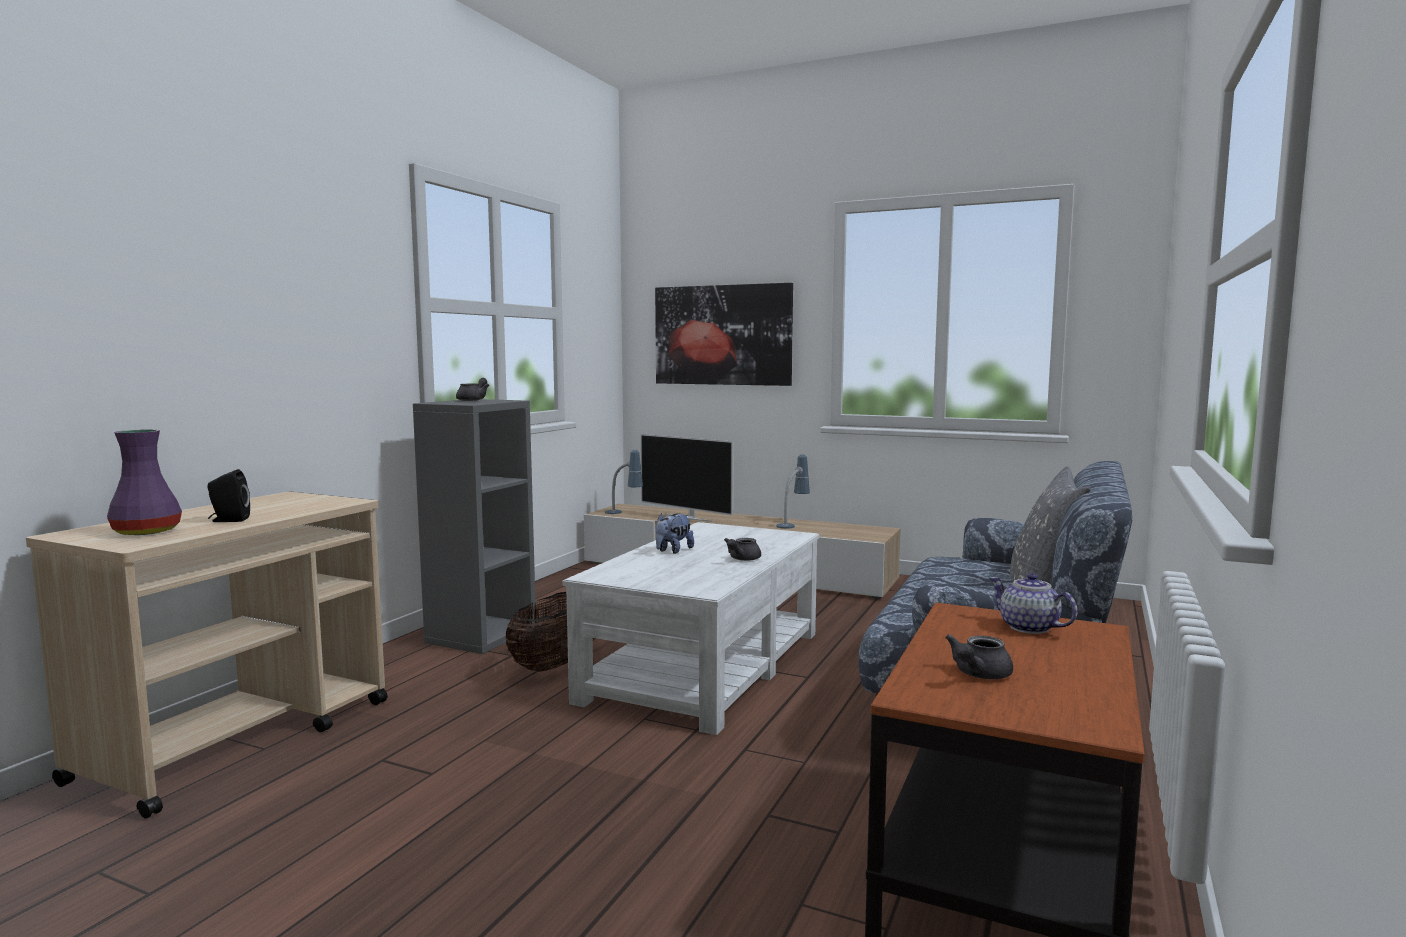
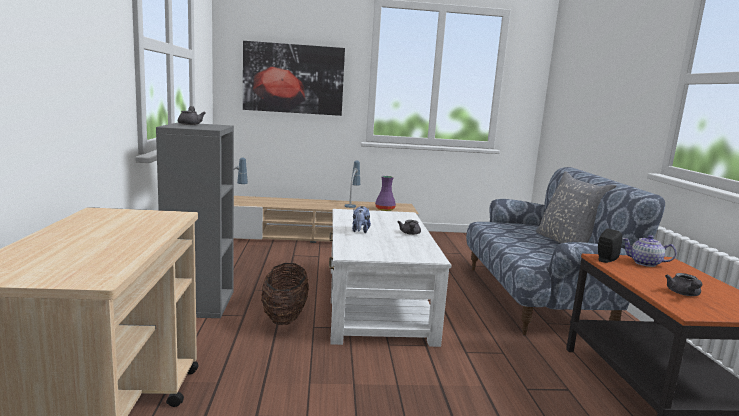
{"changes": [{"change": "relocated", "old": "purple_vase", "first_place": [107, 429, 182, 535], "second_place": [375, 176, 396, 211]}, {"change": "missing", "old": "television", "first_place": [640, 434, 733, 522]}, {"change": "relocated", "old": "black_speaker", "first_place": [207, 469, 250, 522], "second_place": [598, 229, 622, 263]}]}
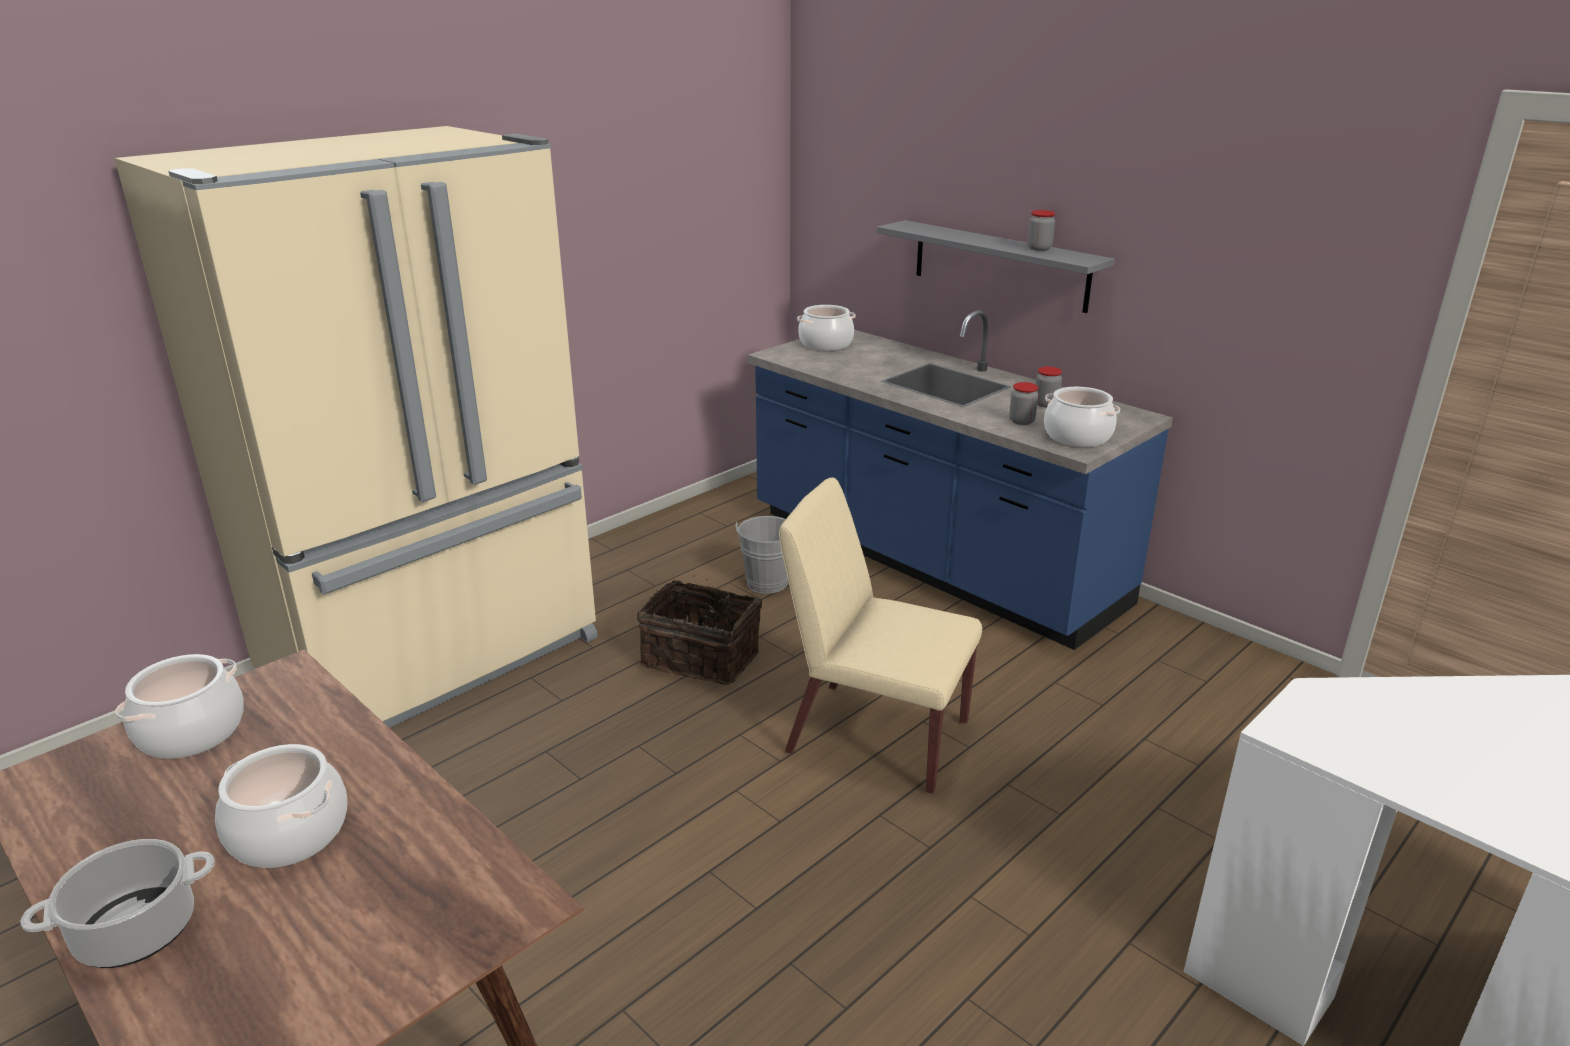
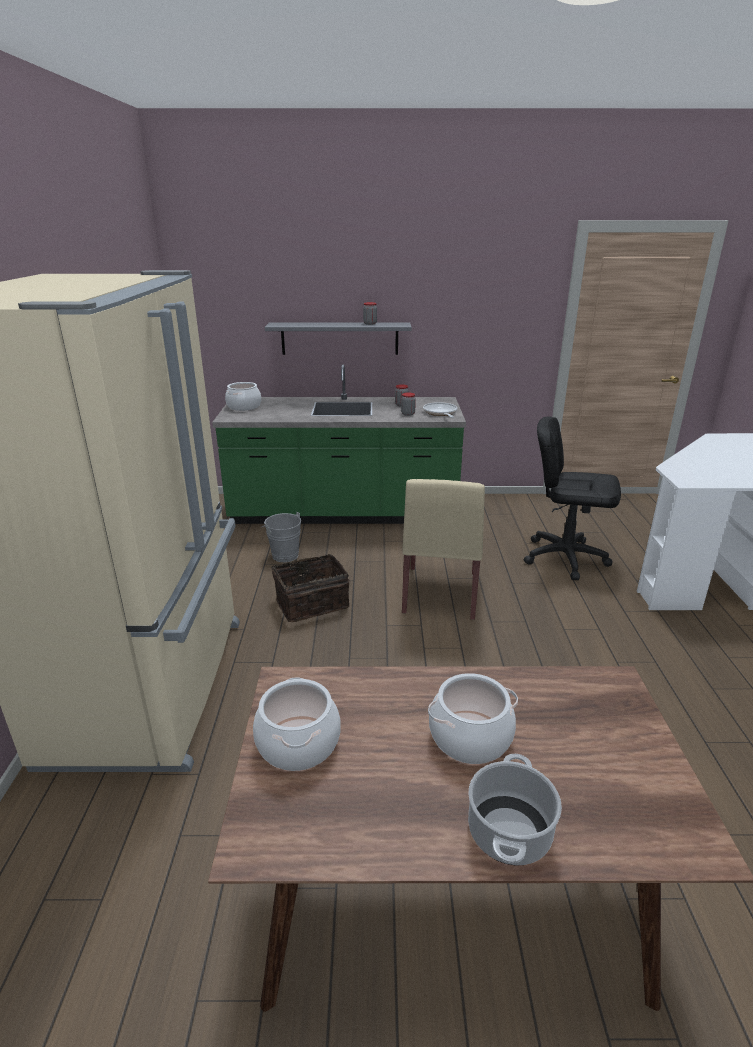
{"changes": [{"change": "colour", "old": "blue_counter", "new": "green_counter", "first_place": [748, 310, 1173, 650], "second_place": [212, 365, 466, 524]}, {"change": "exchanged", "old": "cooking_pot", "new": "frying_pan", "first_place": [1044, 387, 1120, 447], "second_place": [423, 402, 457, 418]}, {"change": "spun", "old": "beige_chair", "first_place": [779, 477, 982, 794], "second_place": [402, 479, 485, 620], "degrees": -60}, {"change": "appeared", "new": "black_office_chair", "second_place": [524, 416, 621, 580]}]}
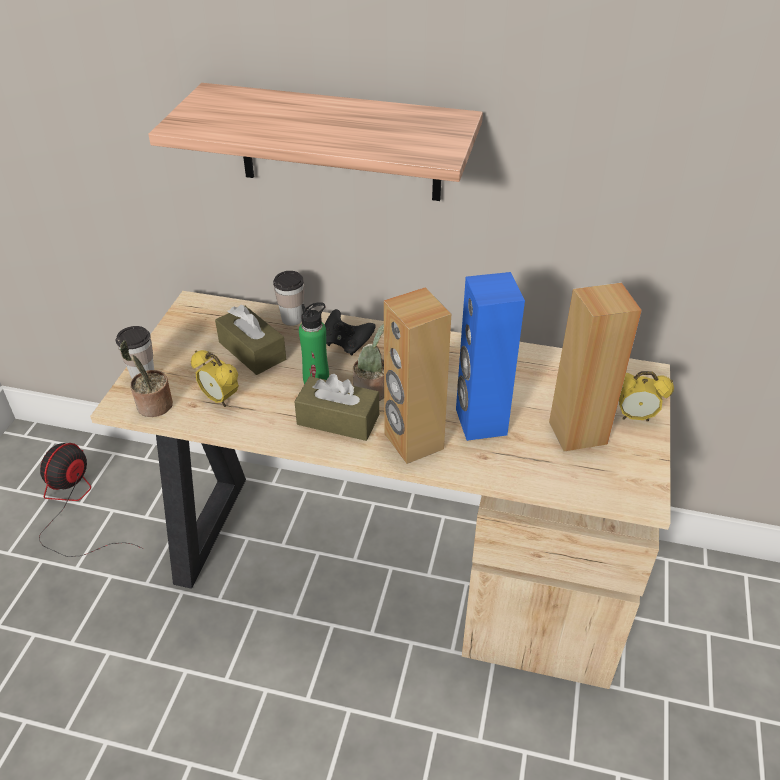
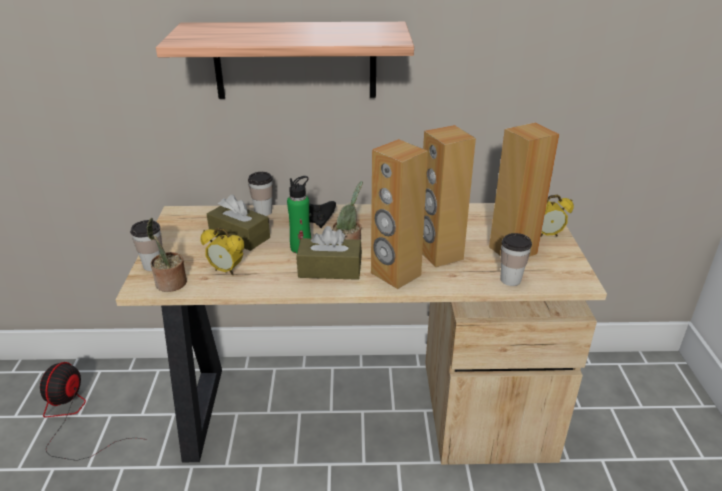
{"changes": [{"change": "colour", "old": "blue_speaker", "new": "brown_speaker", "first_place": [456, 272, 525, 441], "second_place": [422, 125, 476, 267]}, {"change": "appeared", "new": "cup", "second_place": [500, 233, 532, 286]}]}
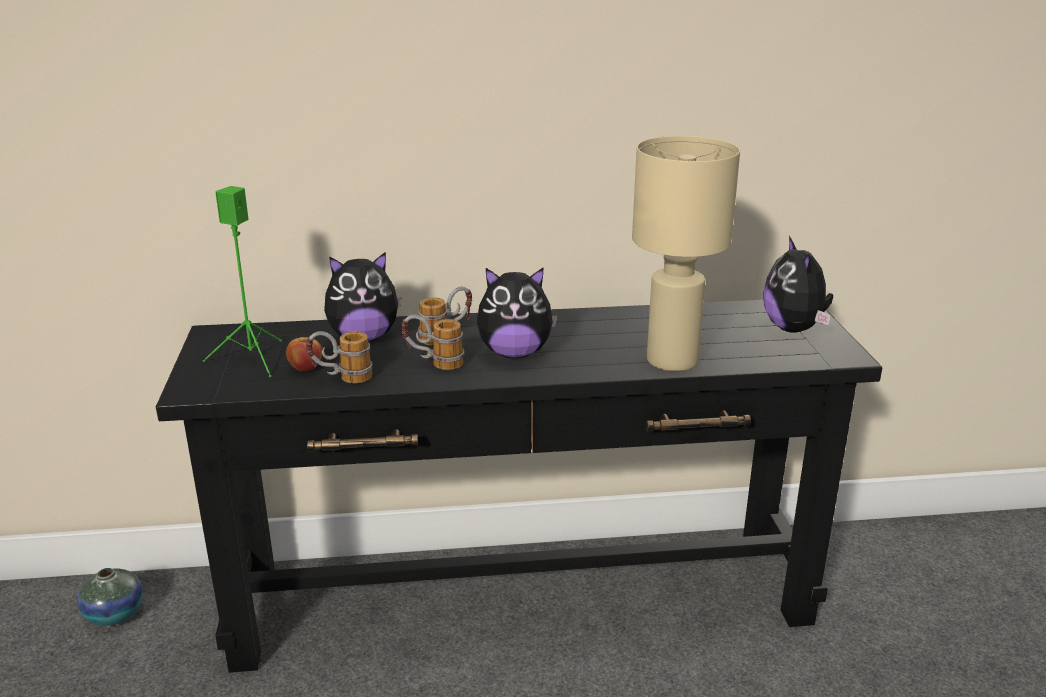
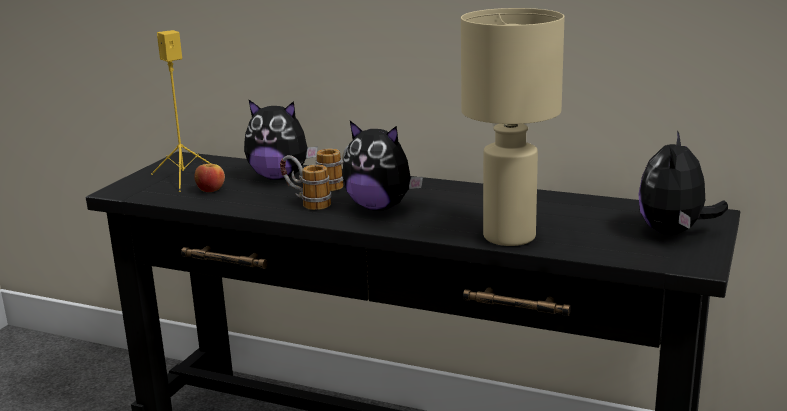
{"changes": [{"change": "colour", "old": "green_speaker", "new": "yellow_speaker", "first_place": [203, 186, 282, 377], "second_place": [151, 30, 211, 192]}, {"change": "missing", "old": "mug", "first_place": [306, 331, 373, 384]}, {"change": "missing", "old": "vase", "first_place": [77, 568, 143, 626]}]}
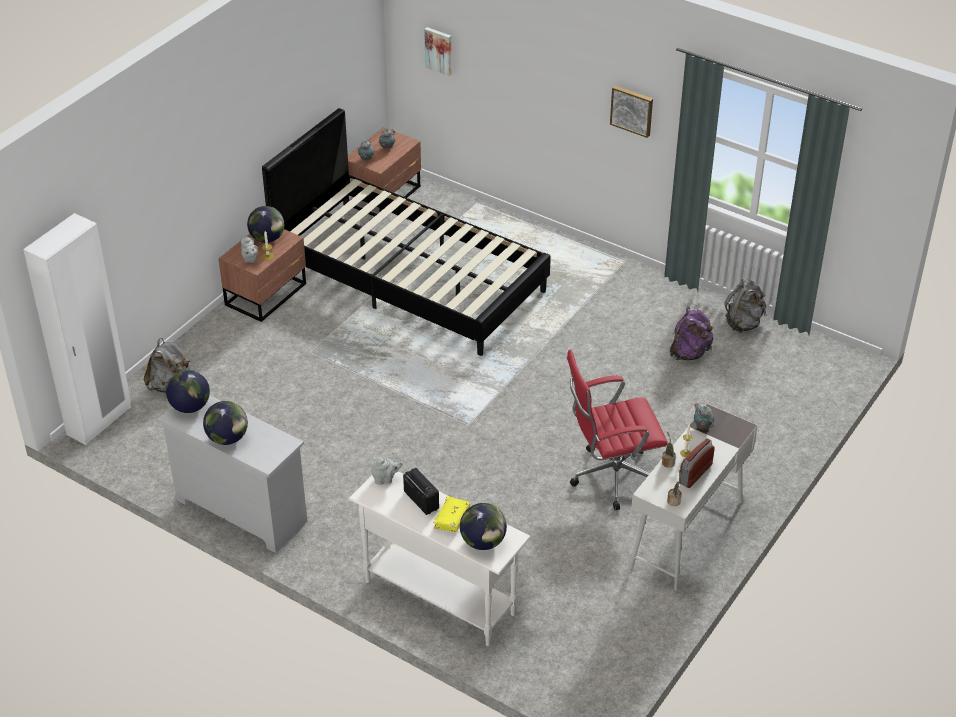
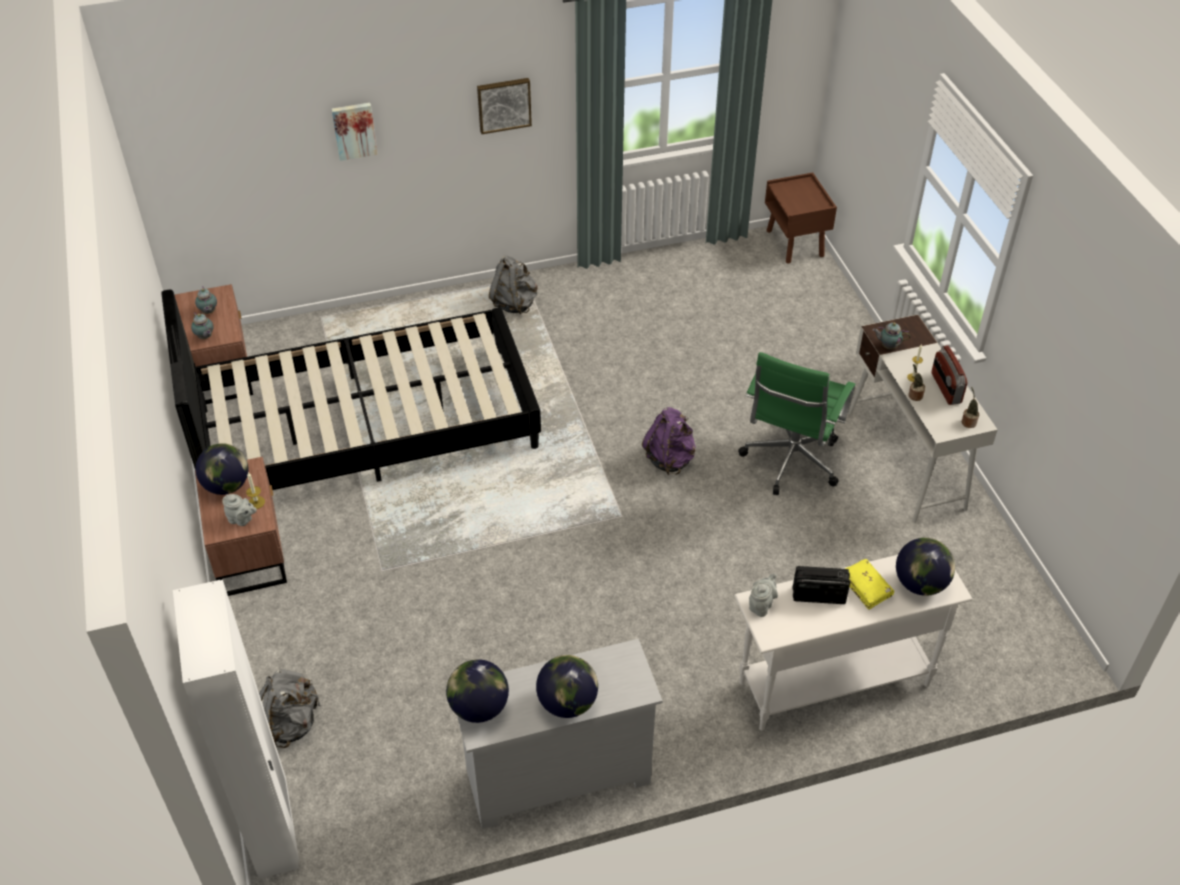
{"changes": [{"change": "relocated", "old": "picture", "first_place": [424, 27, 452, 76], "second_place": [332, 103, 377, 161]}, {"change": "relocated", "old": "grey_backpack", "first_place": [724, 279, 766, 333], "second_place": [489, 255, 537, 314]}, {"change": "relocated", "old": "purple_backpack", "first_place": [670, 307, 714, 360], "second_place": [642, 407, 696, 475]}, {"change": "colour", "old": "red_office_chair", "new": "green_office_chair", "first_place": [567, 350, 668, 510], "second_place": [738, 352, 856, 495]}, {"change": "appeared", "new": "brown_nightstand", "second_place": [765, 172, 837, 264]}]}
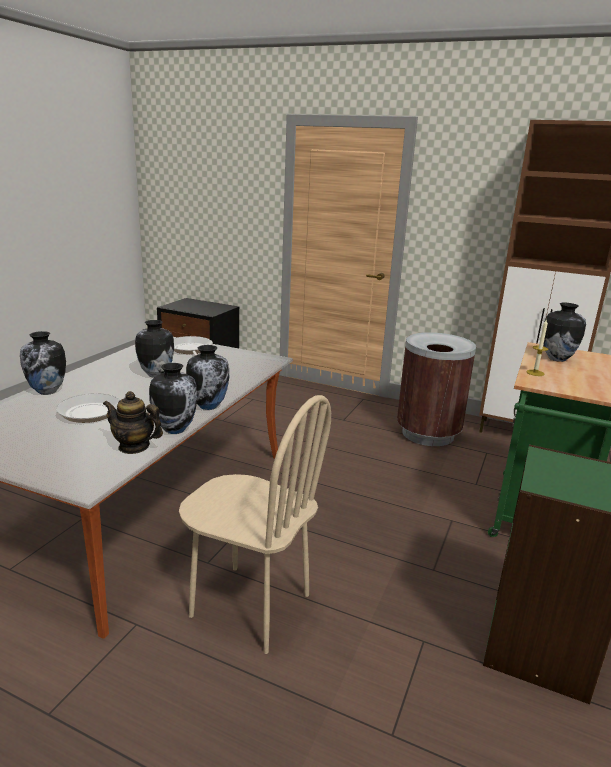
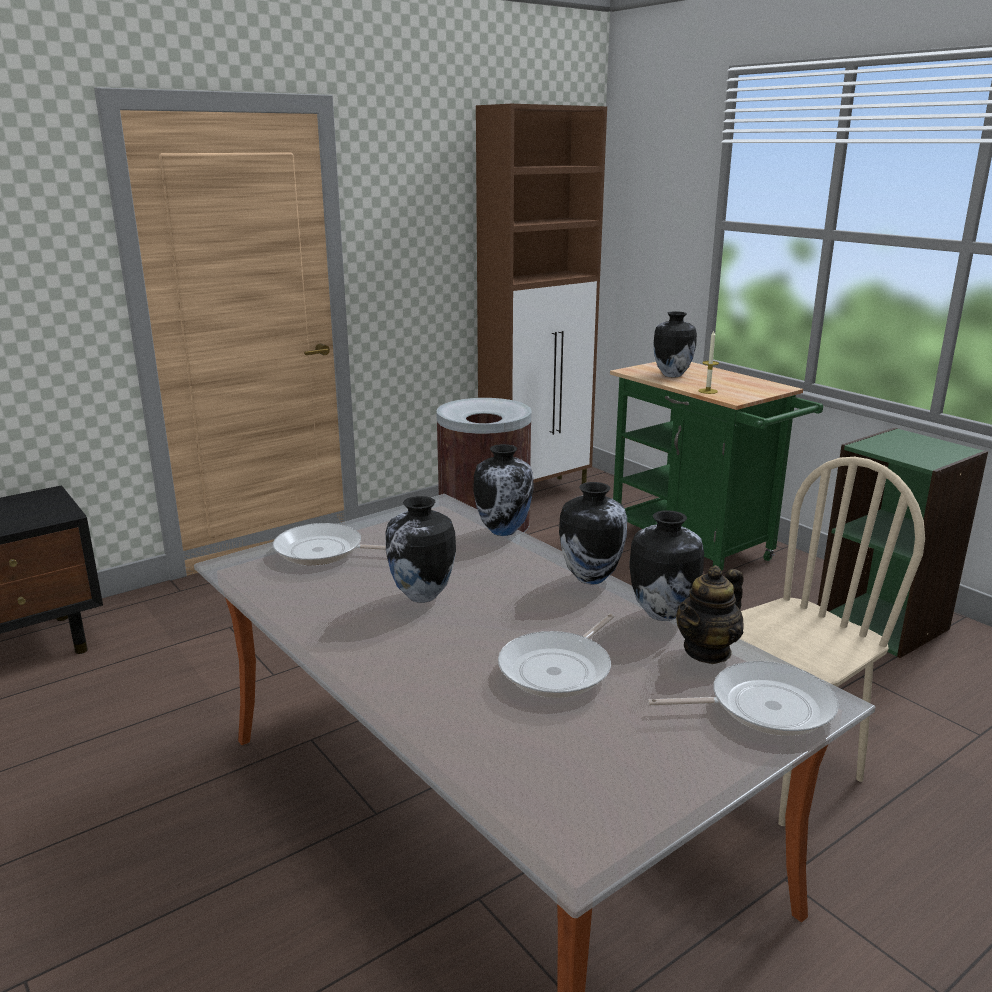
{"changes": [{"change": "relocated", "old": "vase", "first_place": [20, 331, 66, 395], "second_place": [473, 444, 533, 536]}, {"change": "appeared", "new": "frying_pan", "second_place": [648, 661, 839, 736]}]}
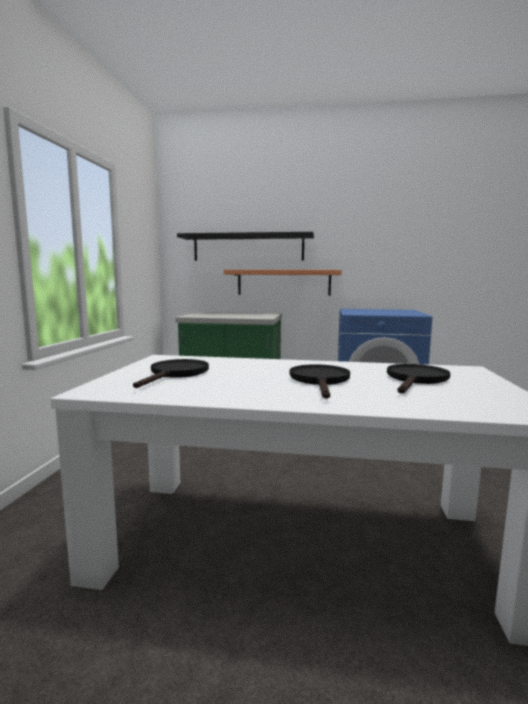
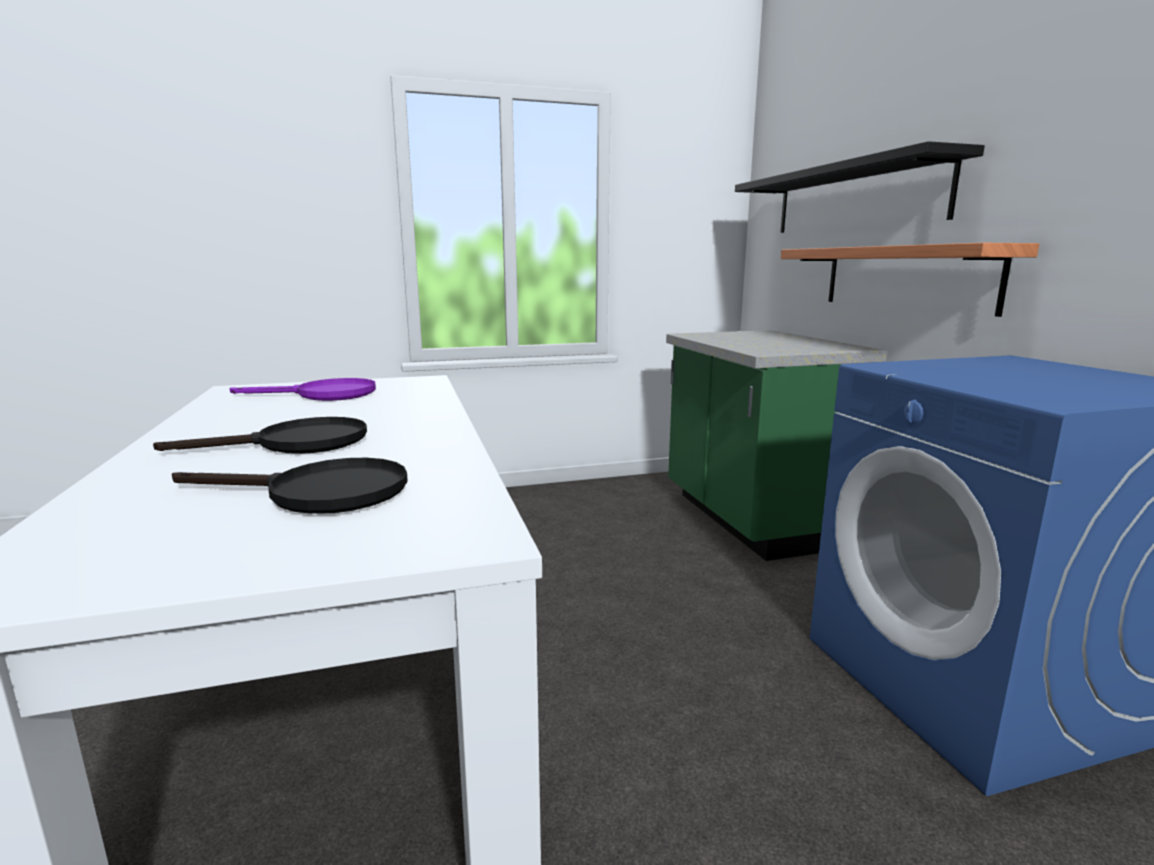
{"changes": [{"change": "colour", "old": "black_frying_pan", "new": "purple_frying_pan", "first_place": [133, 359, 209, 388], "second_place": [229, 378, 376, 401]}]}
